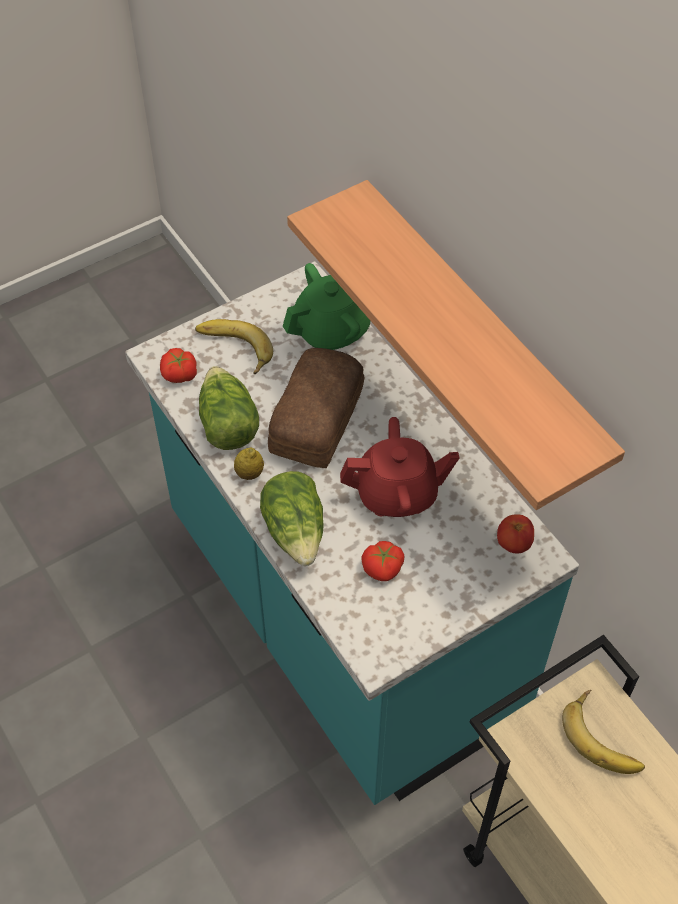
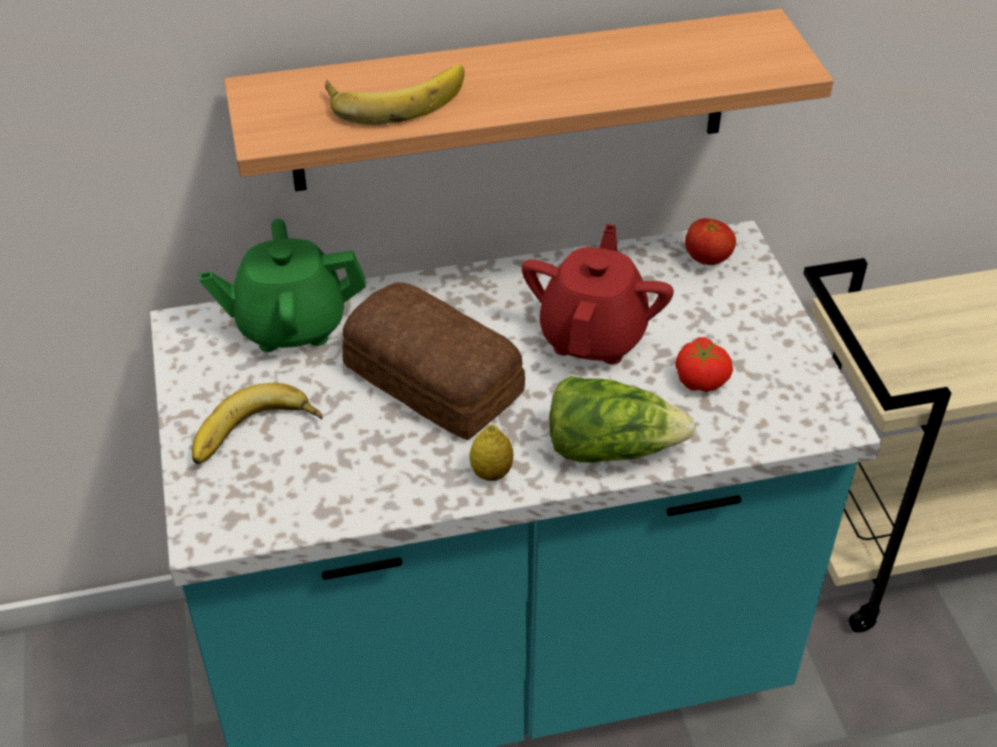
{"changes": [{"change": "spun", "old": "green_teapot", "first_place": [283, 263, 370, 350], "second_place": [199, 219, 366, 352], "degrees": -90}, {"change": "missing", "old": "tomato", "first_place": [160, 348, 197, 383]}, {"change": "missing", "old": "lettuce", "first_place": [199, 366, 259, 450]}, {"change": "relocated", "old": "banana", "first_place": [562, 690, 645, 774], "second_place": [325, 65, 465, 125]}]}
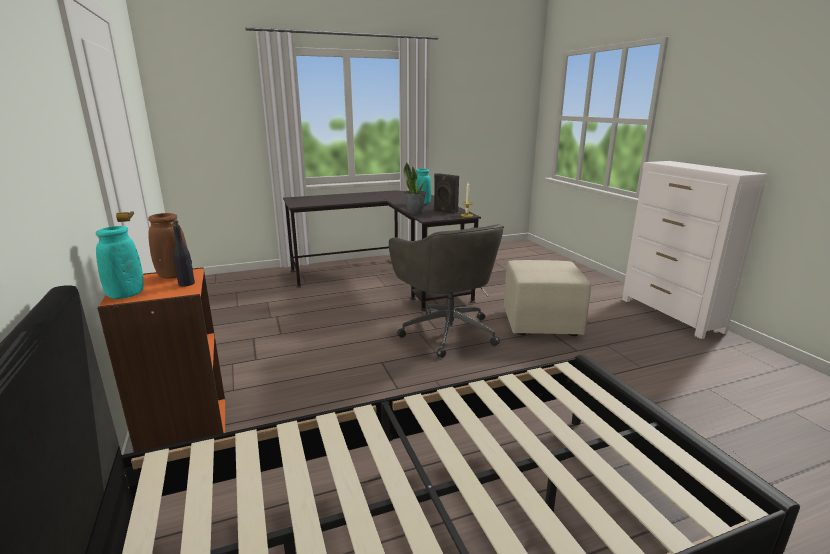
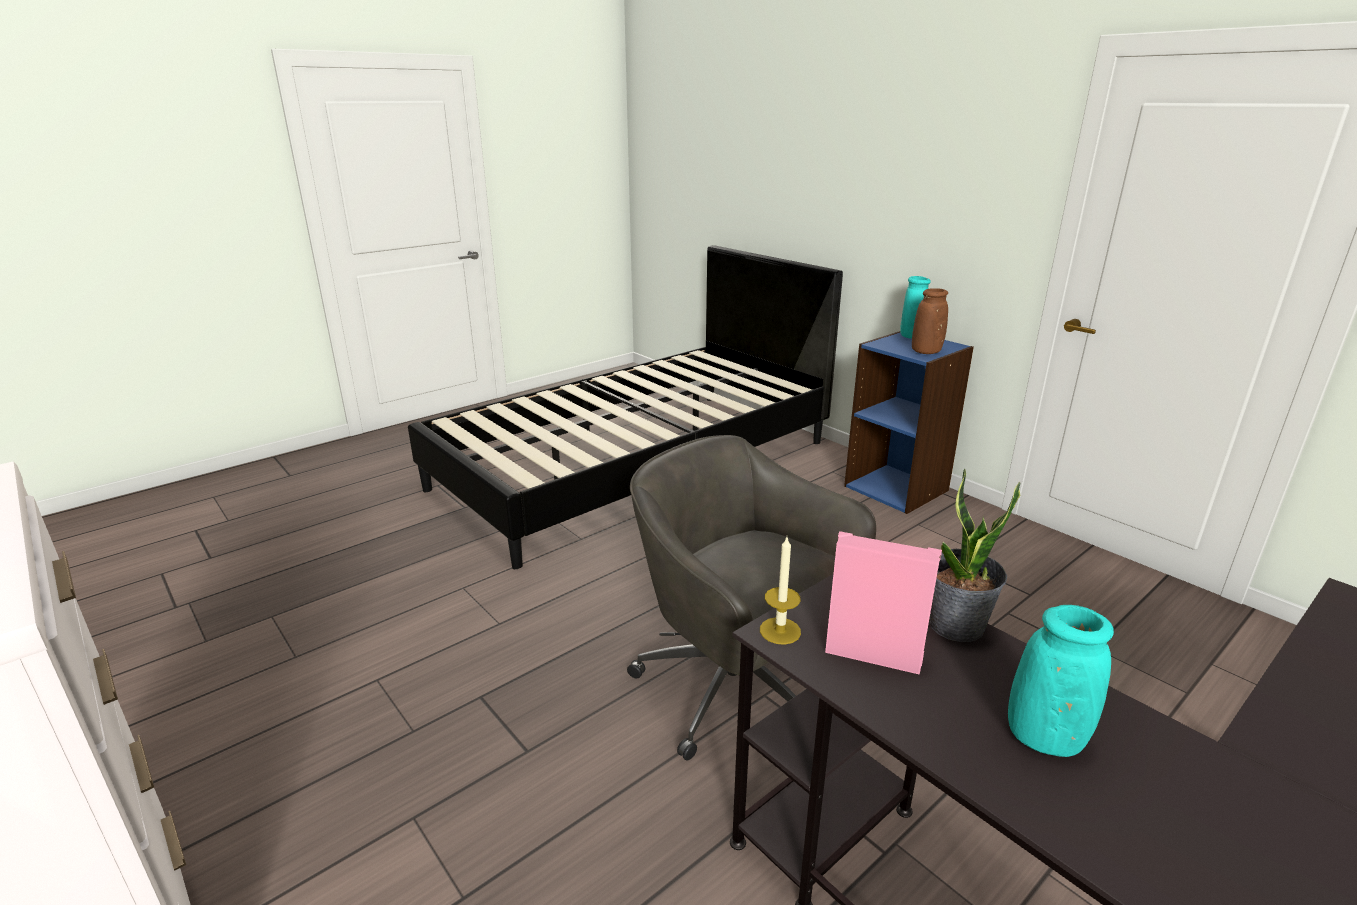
{"changes": [{"change": "colour", "old": "black_speaker", "new": "pink_speaker", "first_place": [434, 173, 459, 214], "second_place": [825, 531, 942, 675]}, {"change": "missing", "old": "black_bottle", "first_place": [173, 220, 195, 287]}, {"change": "missing", "old": "beige_ottoman", "first_place": [504, 260, 591, 336]}, {"change": "colour", "old": "orange_bookcase", "new": "blue_bookcase", "first_place": [97, 267, 225, 452], "second_place": [844, 331, 974, 514]}]}
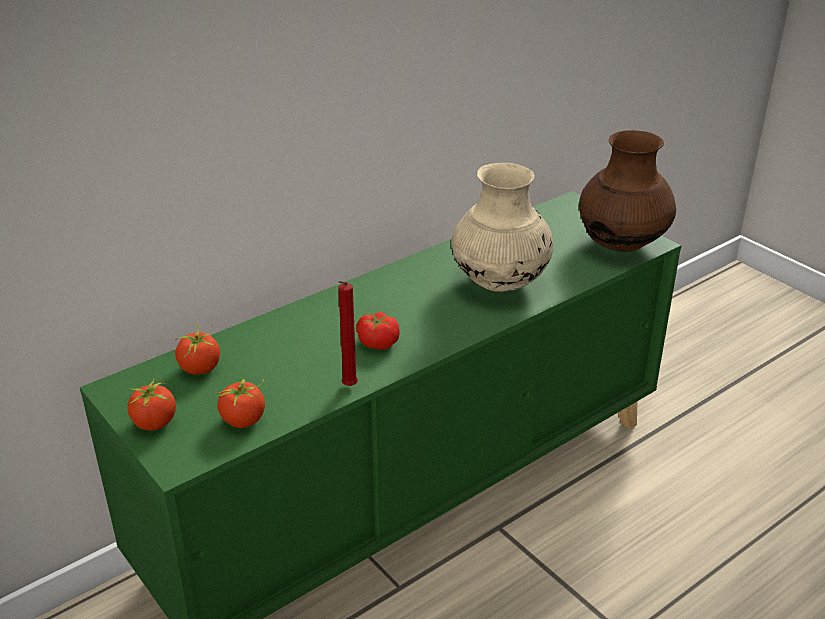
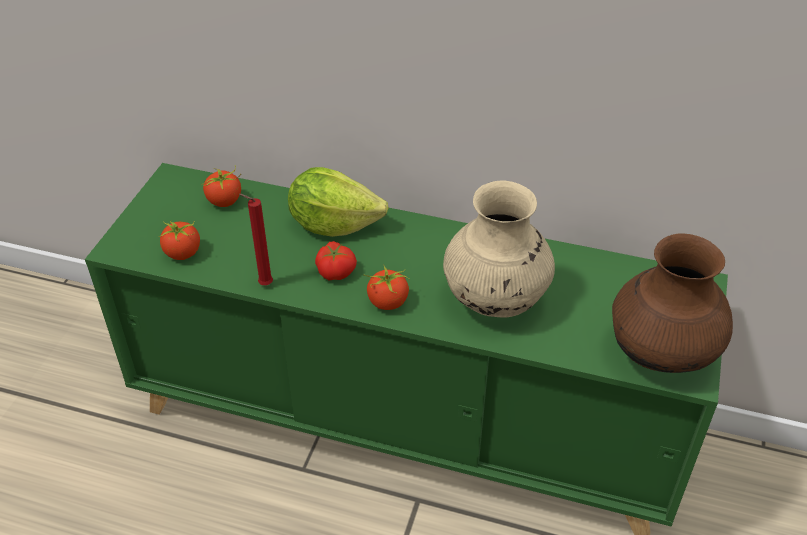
{"changes": [{"change": "relocated", "old": "tomato", "first_place": [127, 379, 176, 431], "second_place": [364, 266, 410, 310]}, {"change": "appeared", "new": "lettuce", "second_place": [288, 167, 388, 237]}]}
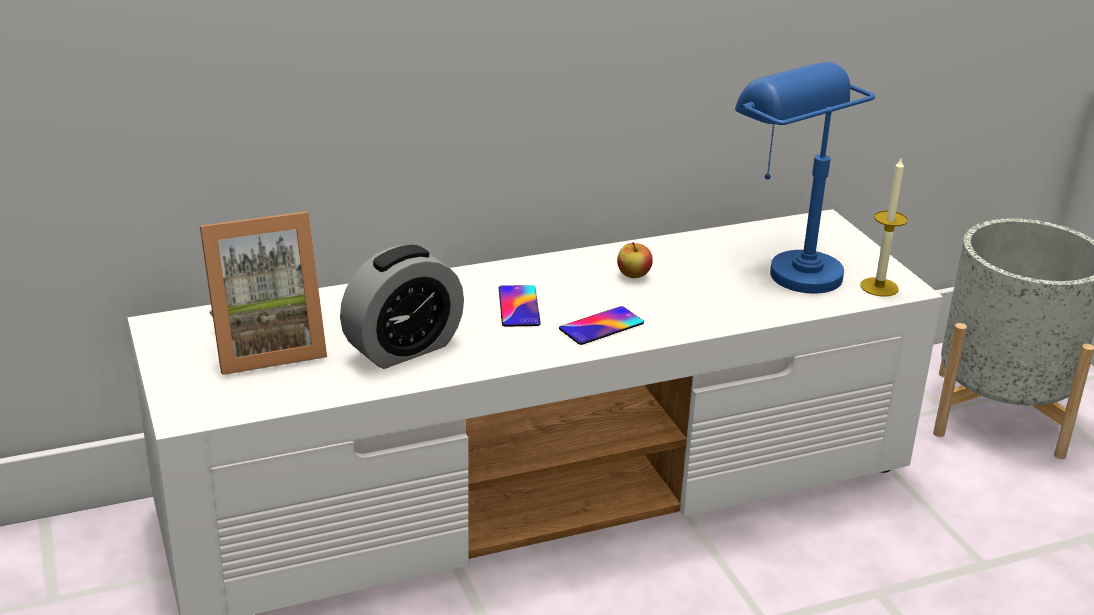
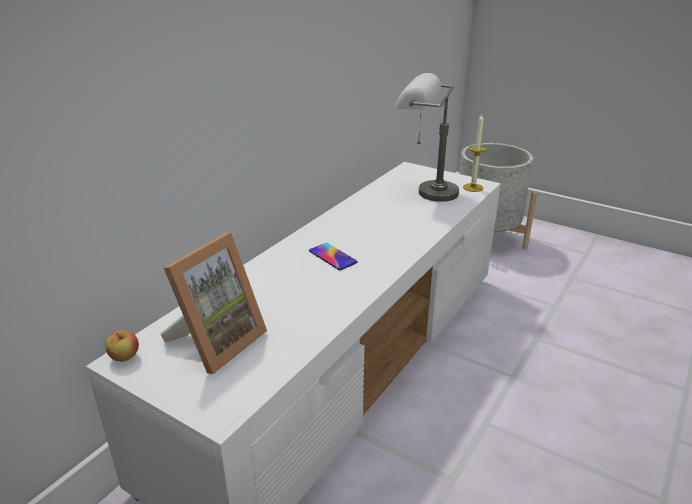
{"changes": [{"change": "colour", "old": "blue_table_lamp", "new": "grey_table_lamp", "first_place": [735, 62, 875, 294], "second_place": [395, 73, 459, 202]}, {"change": "relocated", "old": "apple", "first_place": [617, 242, 653, 278], "second_place": [105, 330, 139, 362]}, {"change": "missing", "old": "alarm_clock", "first_place": [340, 245, 464, 369]}, {"change": "missing", "old": "phone", "first_place": [559, 306, 644, 345]}]}
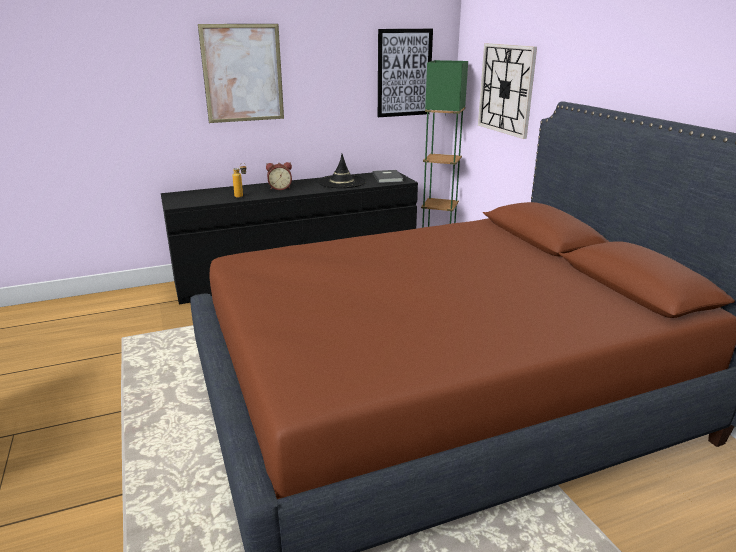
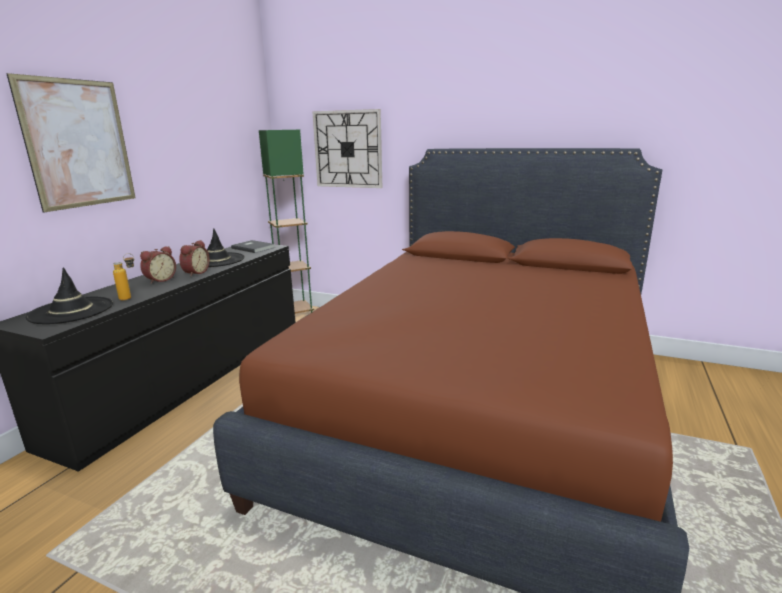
{"changes": [{"change": "missing", "old": "picture", "first_place": [378, 29, 433, 117]}, {"change": "appeared", "new": "alarm_clock", "second_place": [179, 240, 210, 276]}, {"change": "appeared", "new": "black_hat", "second_place": [26, 267, 113, 324]}]}
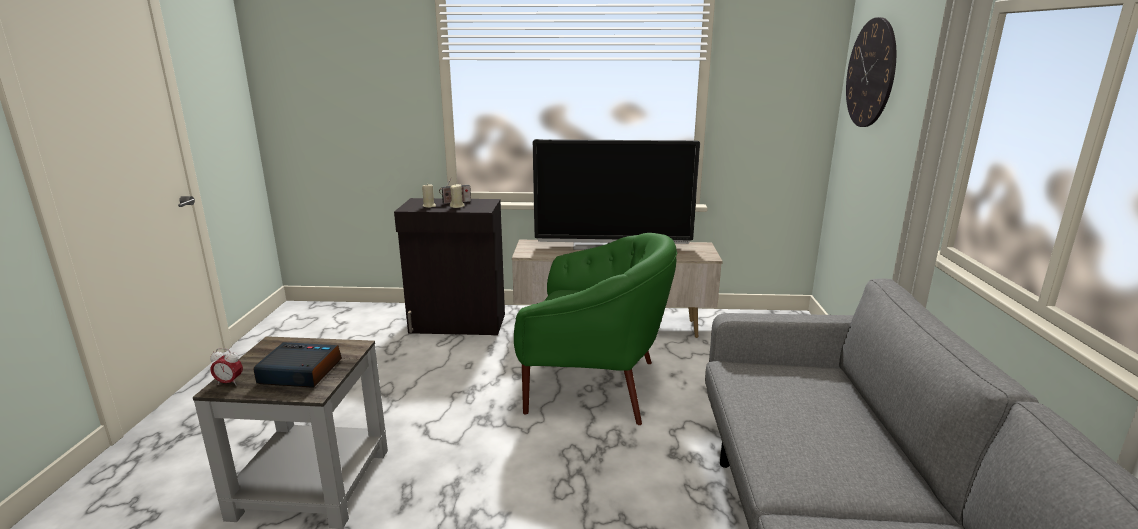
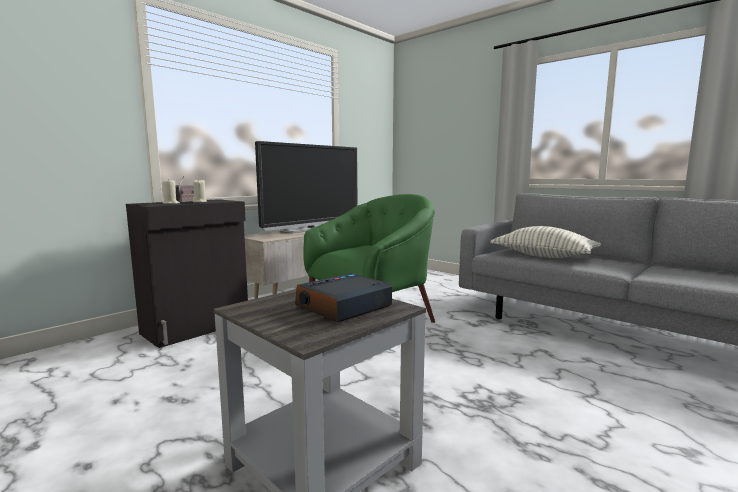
{"changes": [{"change": "missing", "old": "wall_clock", "first_place": [846, 17, 896, 127]}, {"change": "missing", "old": "alarm_clock", "first_place": [210, 348, 243, 386]}, {"change": "appeared", "new": "pillow", "second_place": [490, 226, 601, 258]}]}
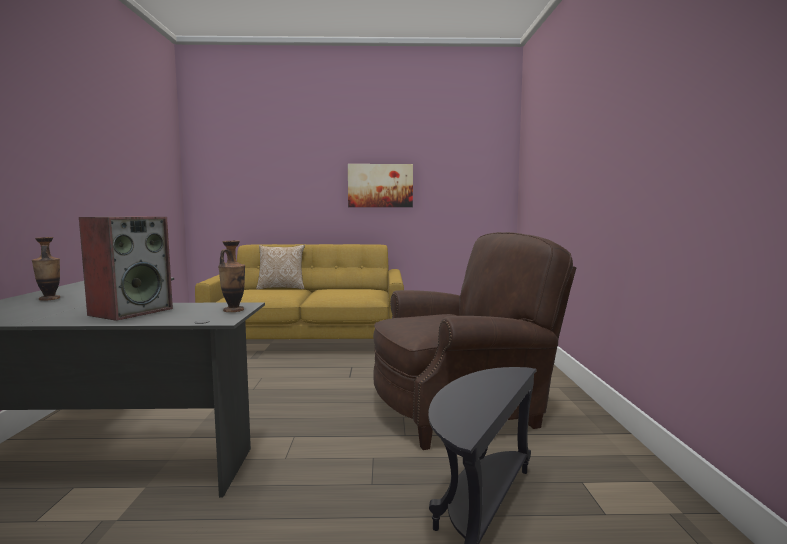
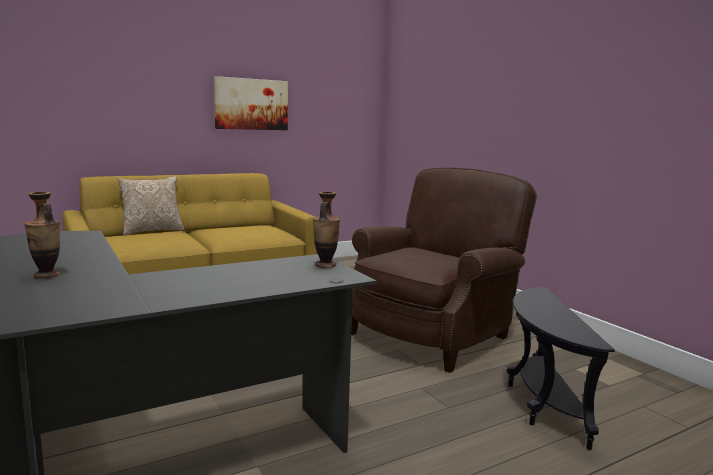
{"changes": [{"change": "missing", "old": "speaker", "first_place": [79, 217, 173, 321]}]}
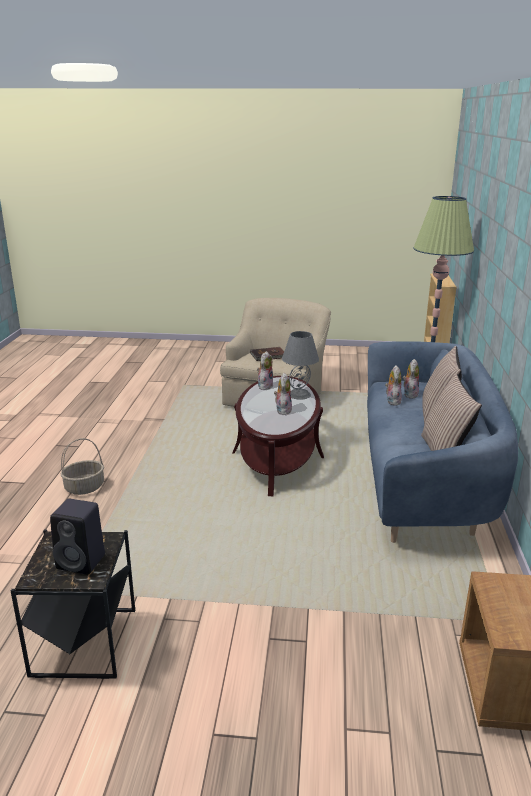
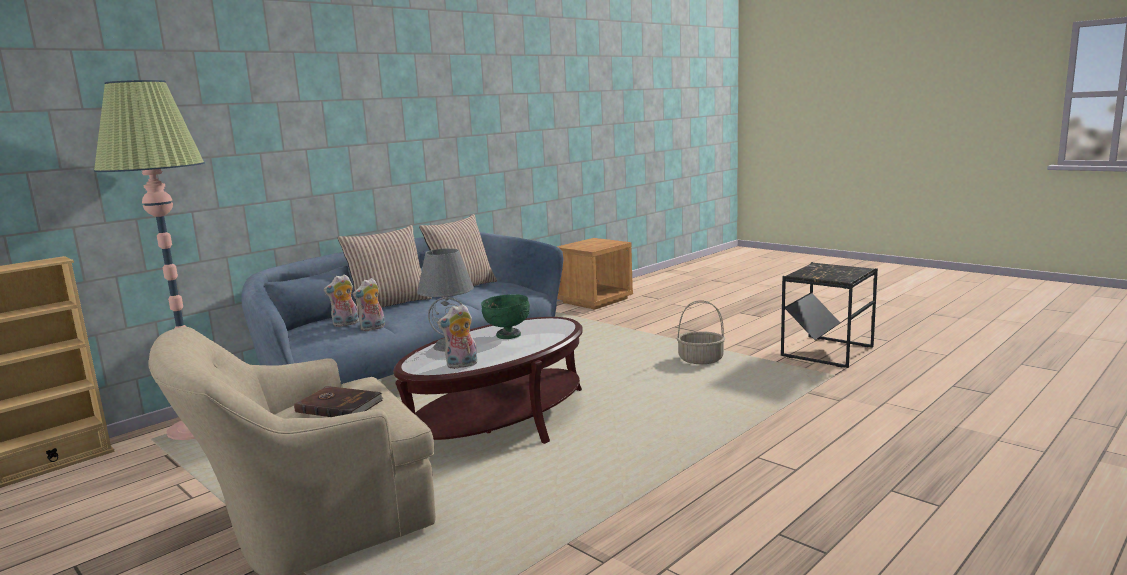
{"changes": [{"change": "exchanged", "old": "plush_toy", "new": "green_bowl", "first_place": [274, 373, 292, 415], "second_place": [481, 294, 530, 339]}, {"change": "relocated", "old": "basket", "first_place": [60, 438, 104, 495], "second_place": [677, 300, 725, 364]}, {"change": "missing", "old": "black_speaker", "first_place": [50, 499, 105, 575]}]}
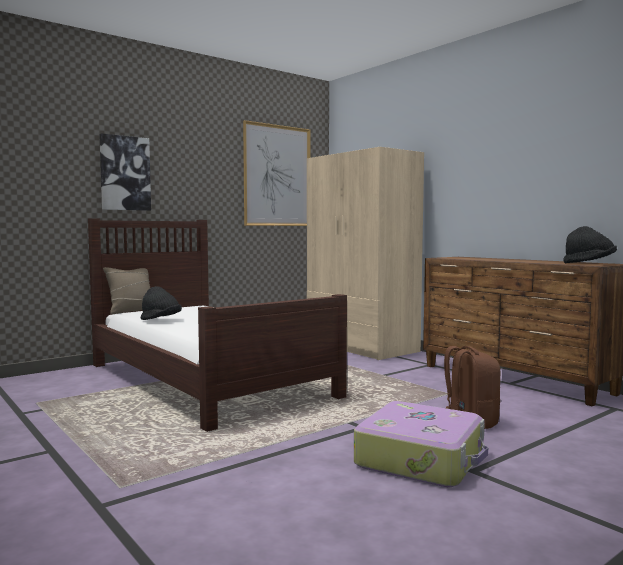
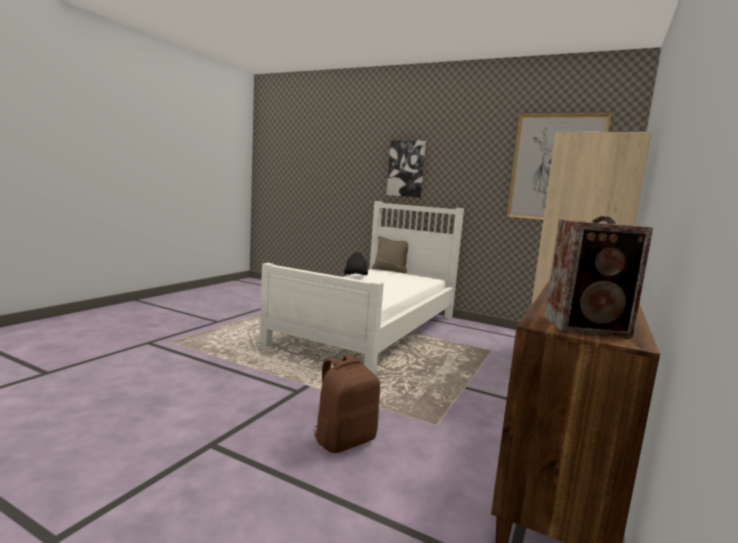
{"changes": [{"change": "colour", "old": "brown_bed", "new": "white_bed", "first_place": [88, 218, 347, 432], "second_place": [260, 201, 464, 375]}, {"change": "exchanged", "old": "black_hat", "new": "speaker", "first_place": [563, 226, 617, 263], "second_place": [545, 216, 653, 337]}, {"change": "missing", "old": "suitcase", "first_place": [354, 401, 488, 487]}]}
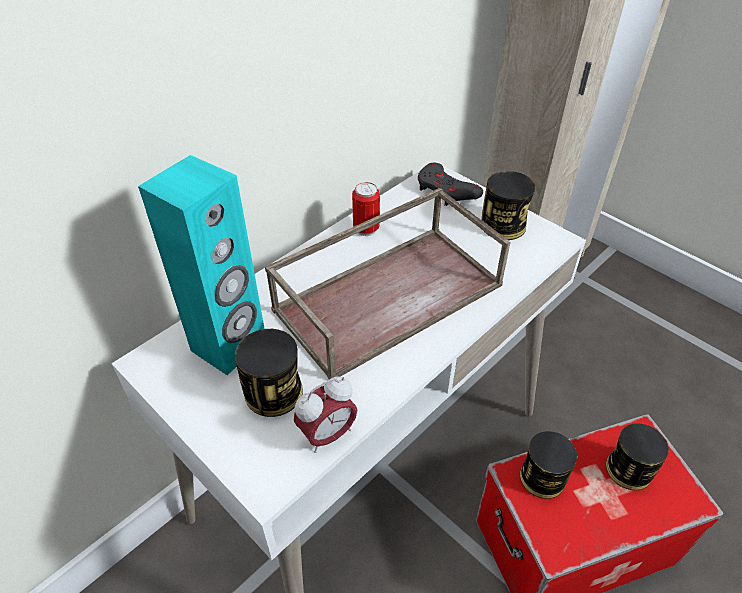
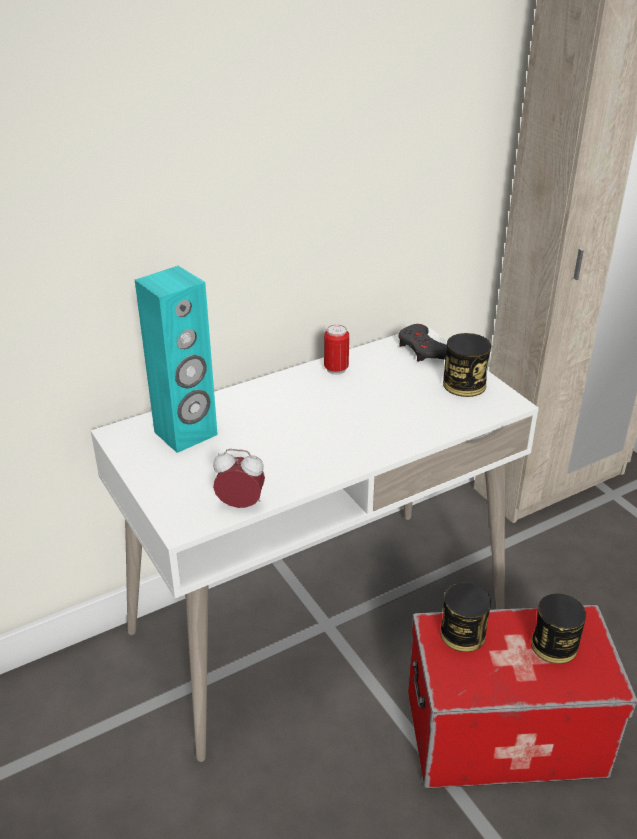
{"changes": [{"change": "missing", "old": "brown_tray", "first_place": [265, 188, 511, 379]}, {"change": "missing", "old": "can", "first_place": [235, 329, 303, 417]}, {"change": "spun", "old": "alarm_clock", "first_place": [294, 376, 357, 453], "second_place": [213, 449, 265, 508], "degrees": -150}]}
